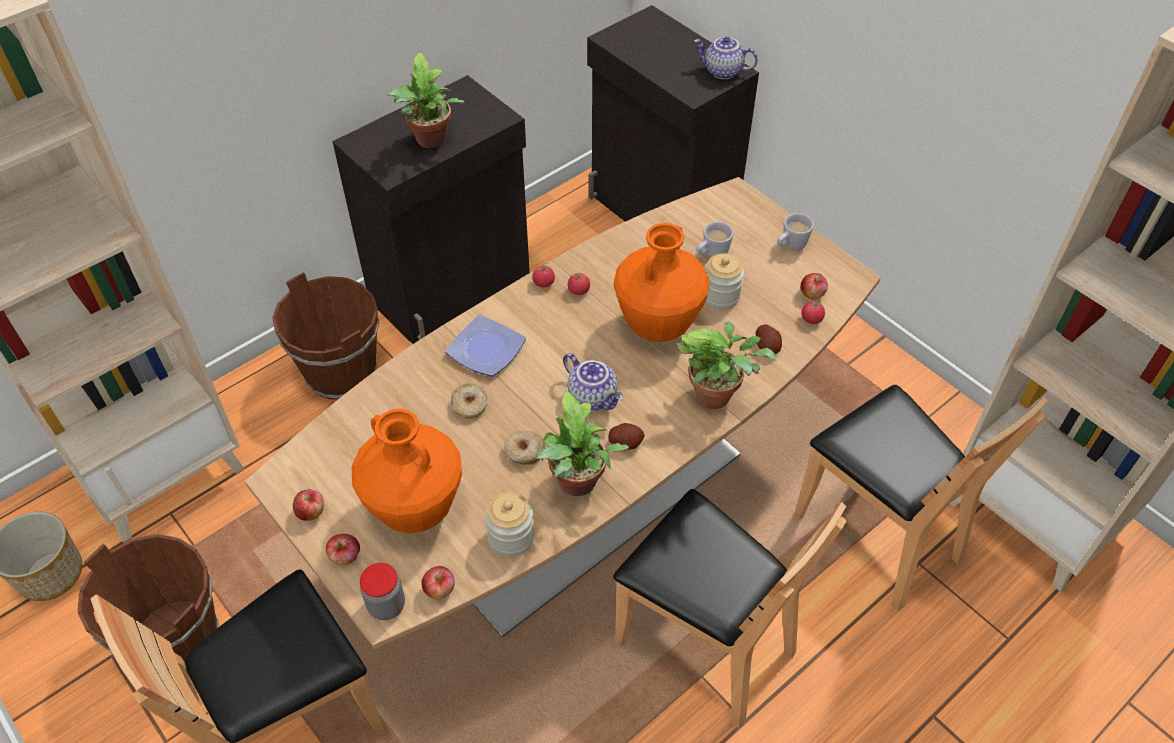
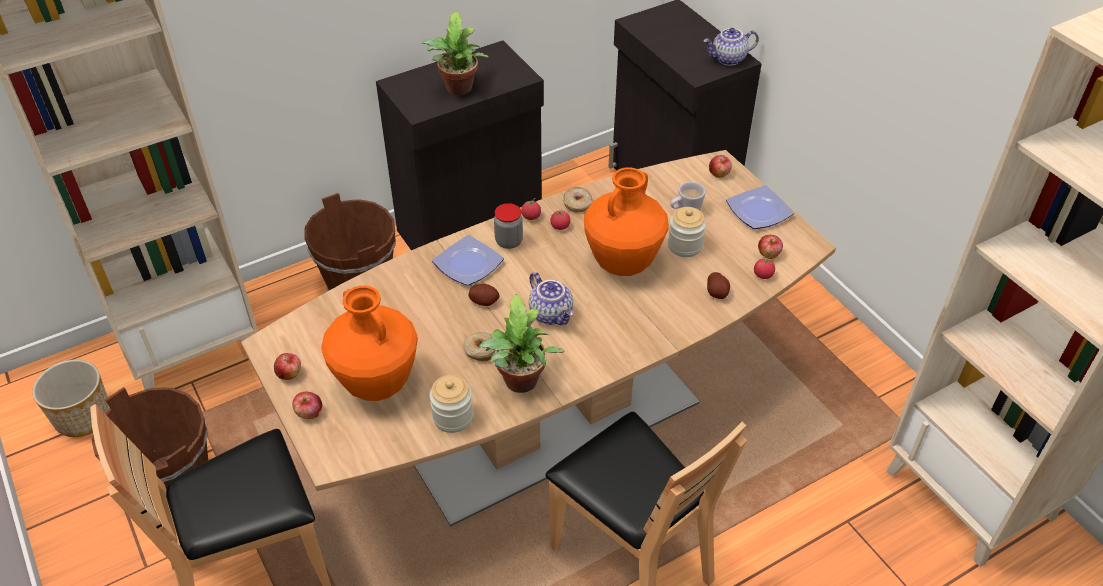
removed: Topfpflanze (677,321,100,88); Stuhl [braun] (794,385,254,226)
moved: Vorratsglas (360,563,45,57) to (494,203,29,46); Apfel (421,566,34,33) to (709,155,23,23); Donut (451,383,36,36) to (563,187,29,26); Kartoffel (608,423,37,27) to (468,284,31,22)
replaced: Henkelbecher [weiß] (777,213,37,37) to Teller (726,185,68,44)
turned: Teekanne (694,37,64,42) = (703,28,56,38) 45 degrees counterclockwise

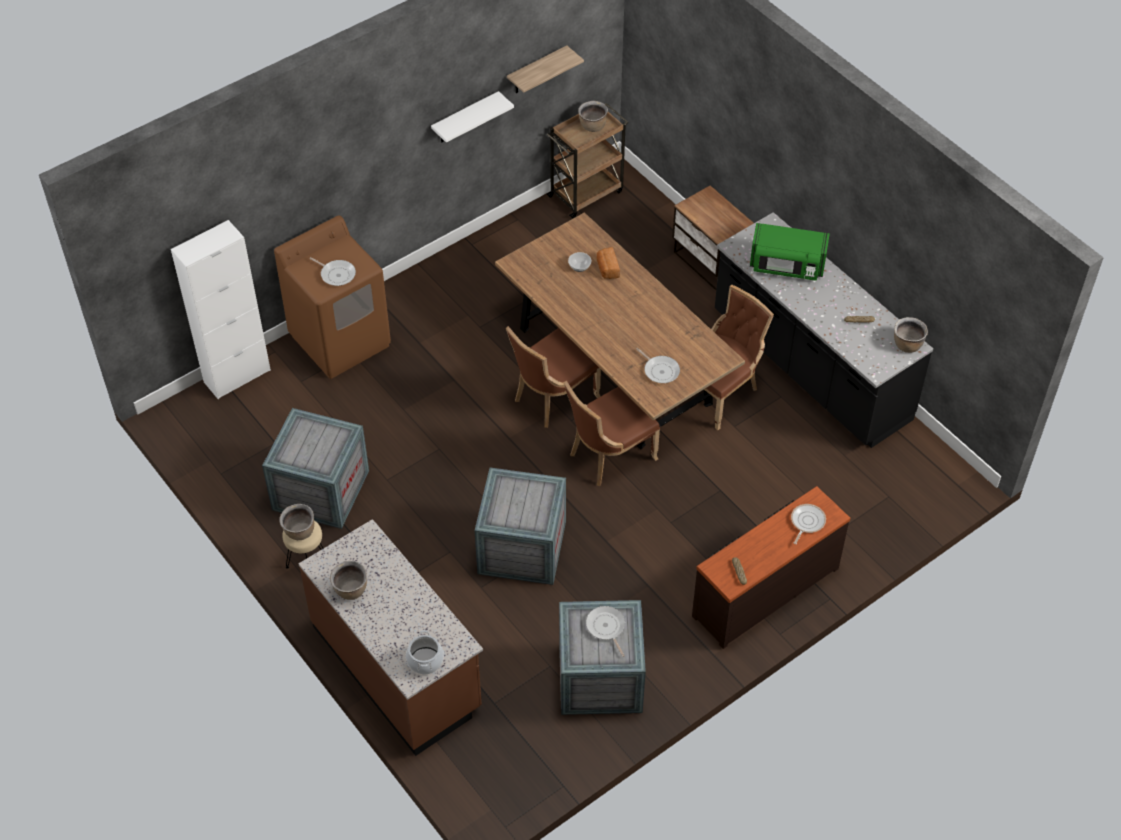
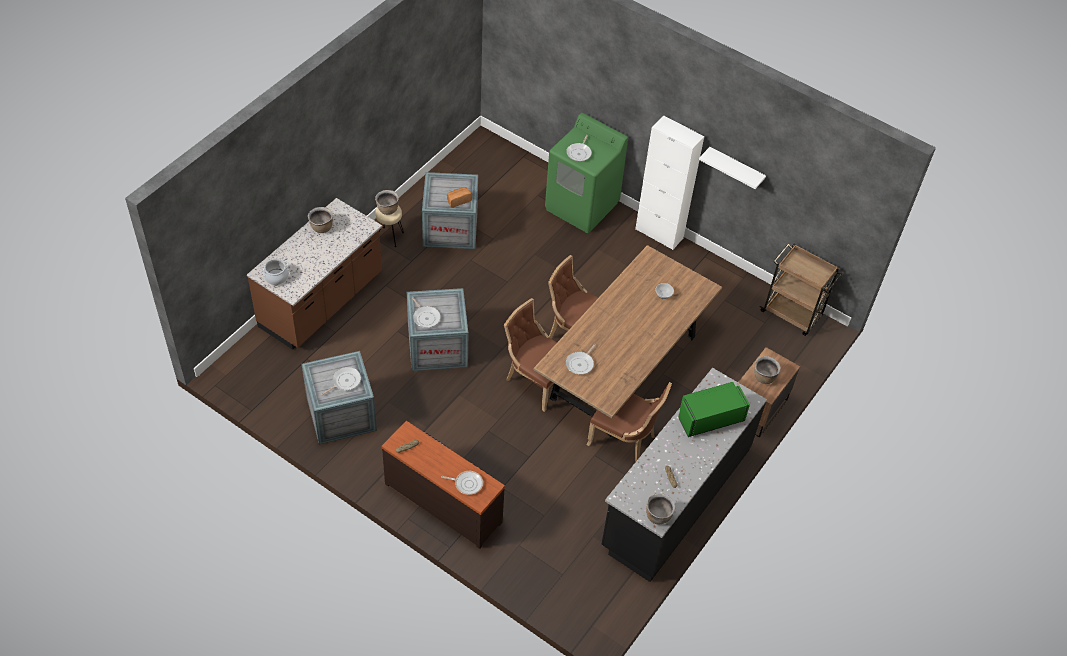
removed: Wandregal (507,45,77,48)
added: Pfanne (412,297,29,31)
moved: Schrank [weiß] (171,220,100,179) to (635,115,69,135); Kochtopf [braun] (578,101,30,31) to (754,356,27,28); Brot (597,247,23,32) to (447,187,25,21)
recoloured: Waschmaschine [braun] (274,215,117,164) to Waschmaschine [grün] (545,113,83,120)
turned: Mikrowelle [grün] (750,223,80,58) = (678,382,72,55) 75 degrees clockwise

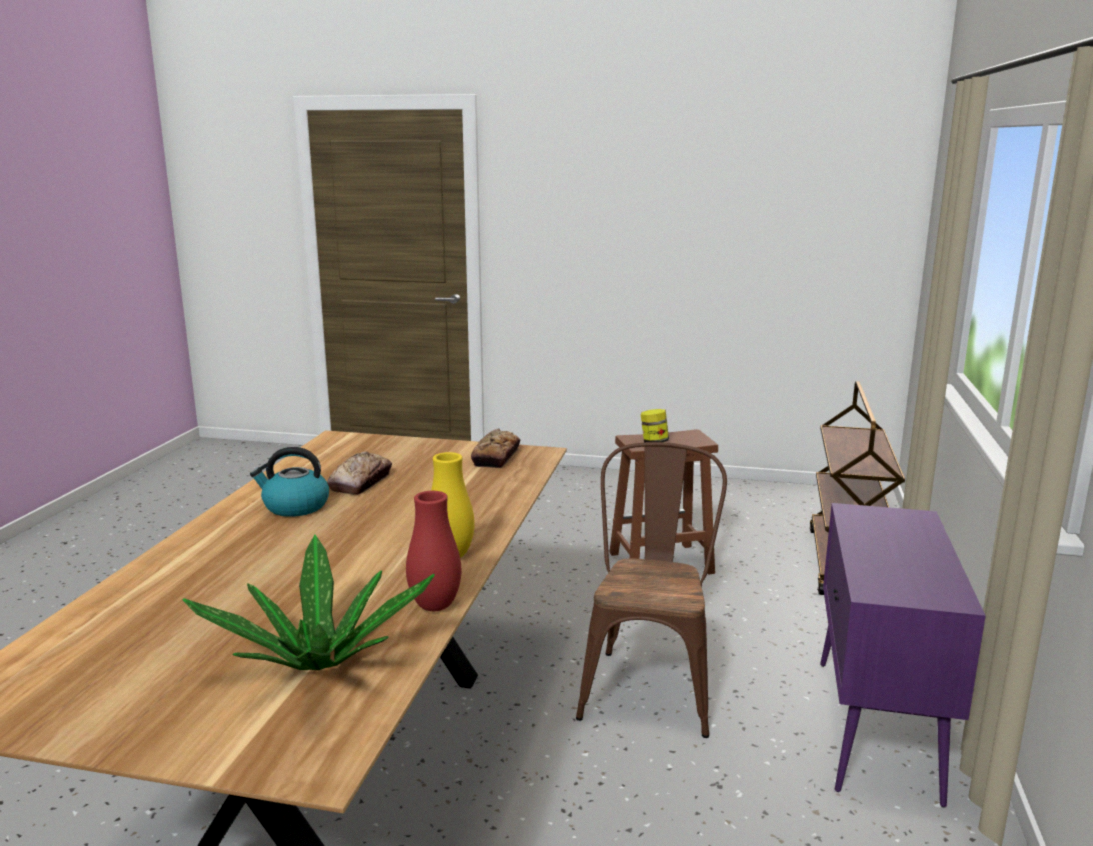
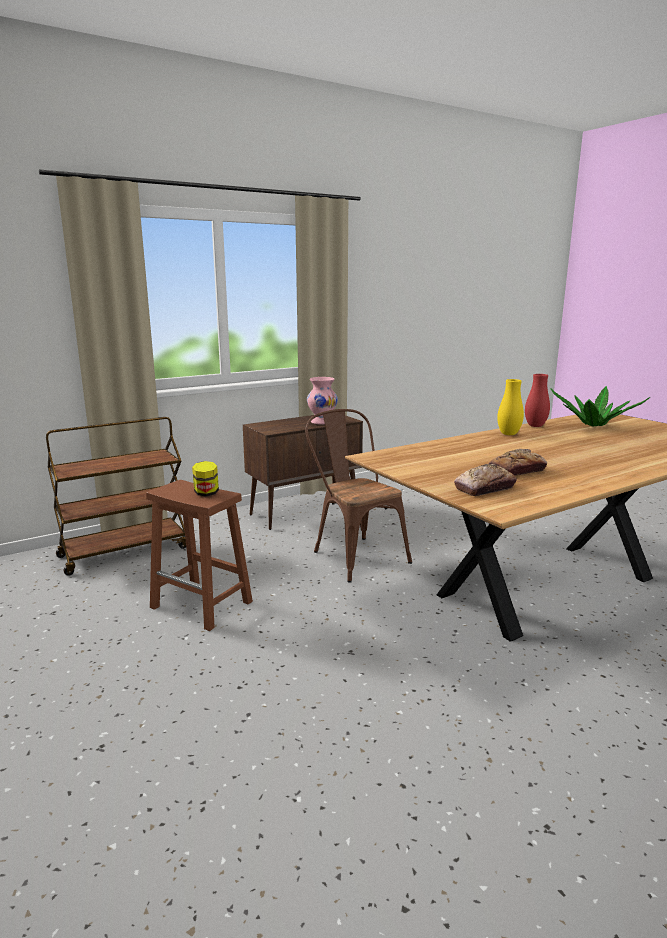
removed: Wasserkessel (250,447,79,70)
added: Vase [rosa] (307,377,31,48)
moved: Brot (471,428,49,40) to (454,464,63,32)
recoloured: Schrank [lila] (820,503,166,304) to Schrank [braun] (243,415,120,115)
turned: Stuhl [braun] (576,442,151,296) = (305,409,107,174) 90 degrees clockwise

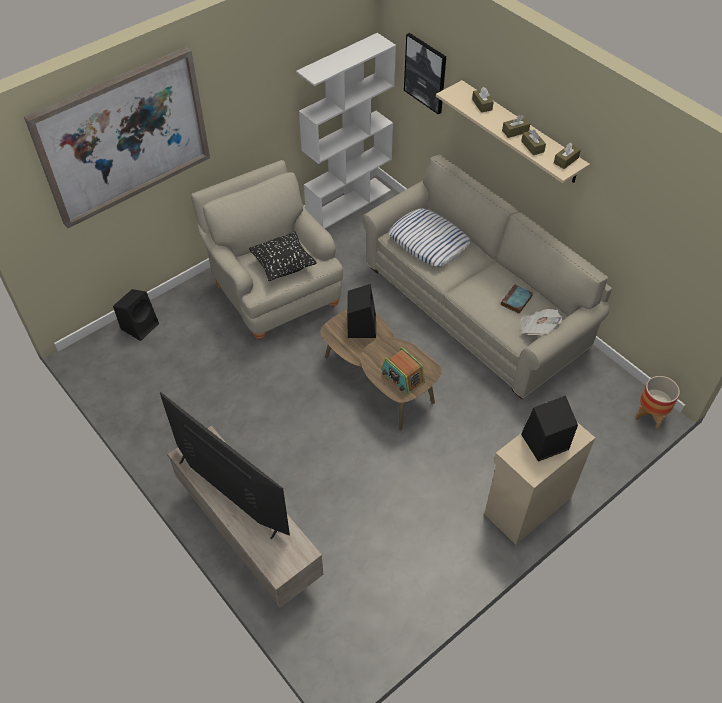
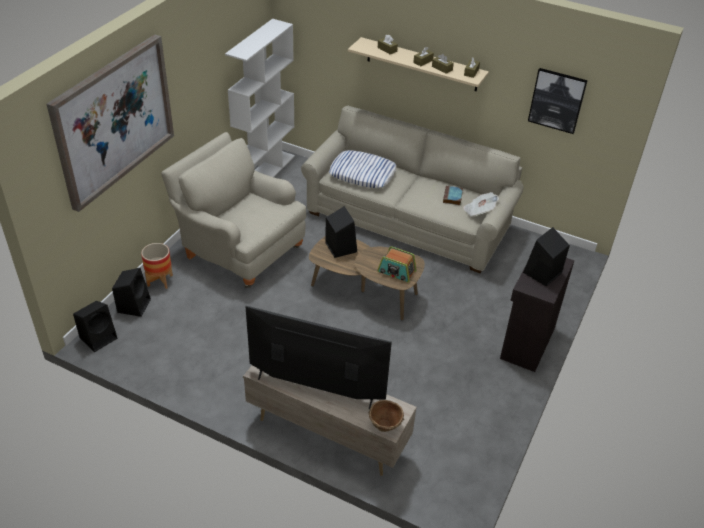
removed: Kissen [schwarz] (249,231,68,50)
added: Lautsprecher [schwarz] (73,301,44,51); Schüssel [braun] (368,400,36,32)
moved: Bild (404,33,42,82) to (528,68,60,66); Pflanzkübel (635,376,45,53) to (141,243,32,46)
recoloured: Schrank [beige] (484,422,111,123) to Schrank [schwarz] (500,258,75,114)

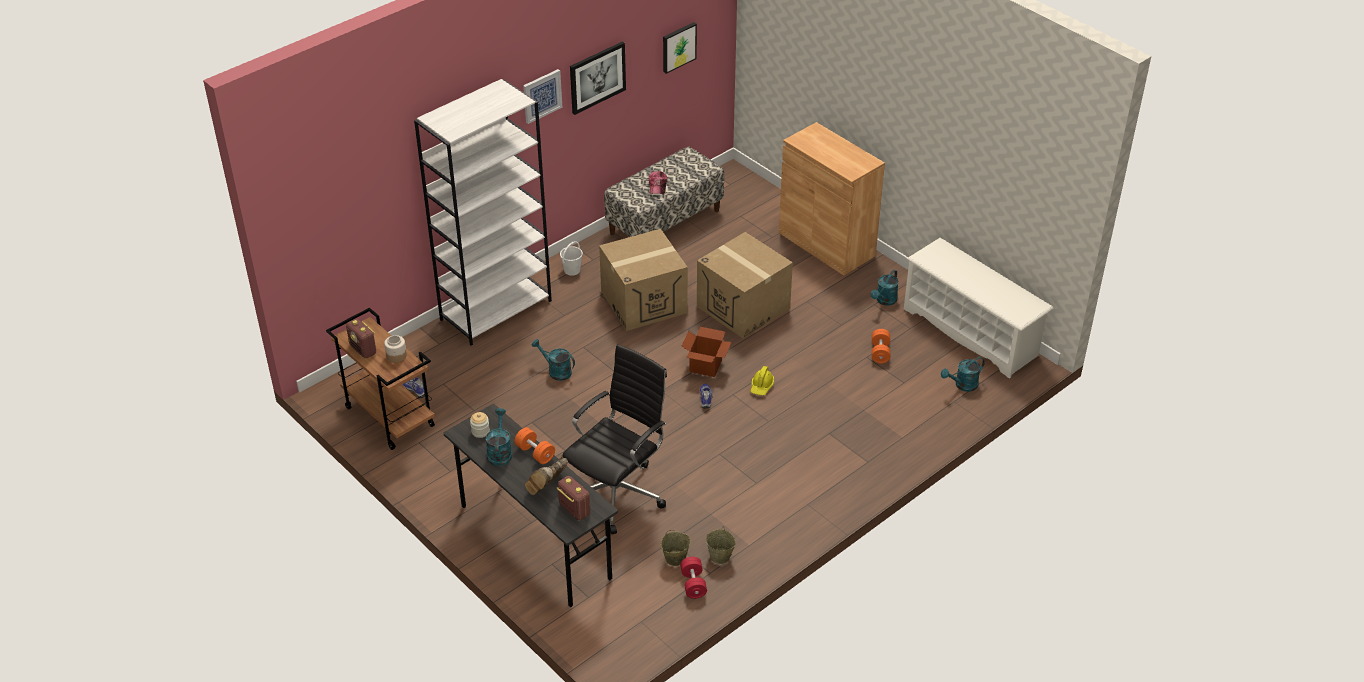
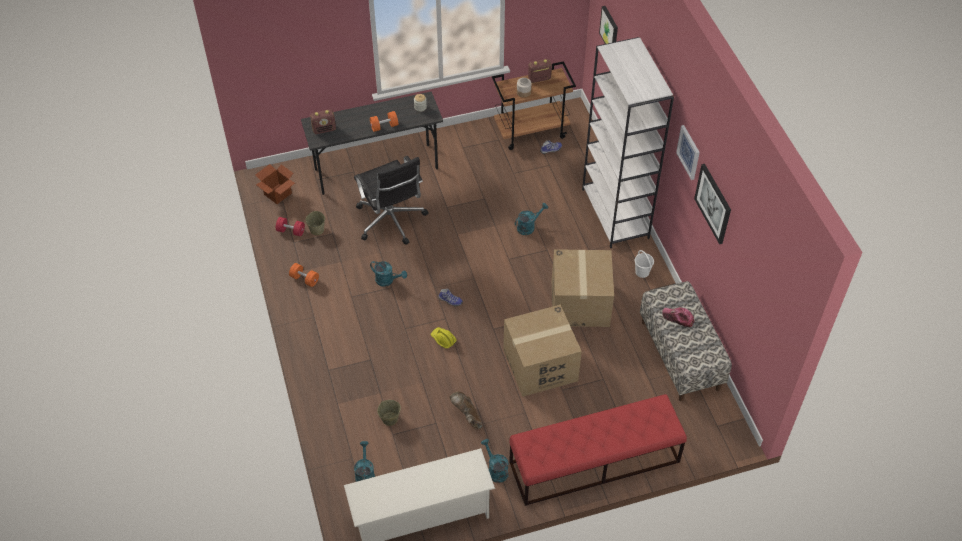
moved: Gießkanne [türkis] (486,408,26,58) to (370,261,37,26); Stiefel [braun] (525,455,43,40) to (450,391,33,38); Bild (663,22,34,52) to (599,6,19,38); Karton (682,327,49,50) to (255,164,40,40); Eimer [beige] (706,526,30,38) to (377,400,24,26); Hantel [orange] (872,329,18,35) to (289,263,30,24)
replaced: Schrank [braun] (779,122,106,154) to Bank [rot] (509,394,178,112)

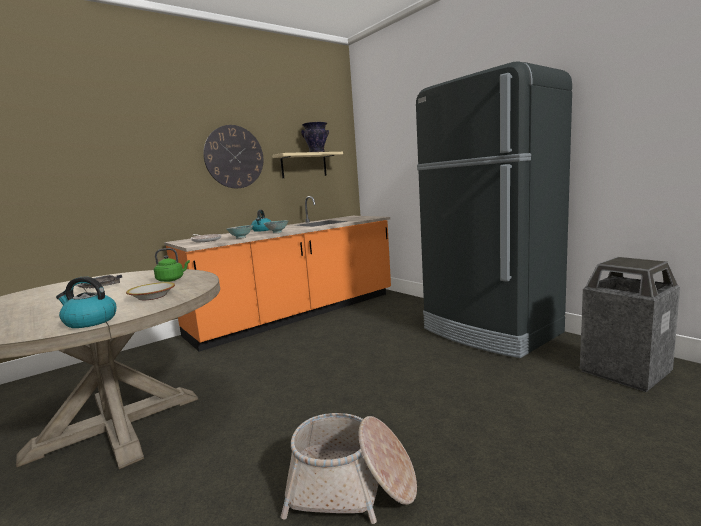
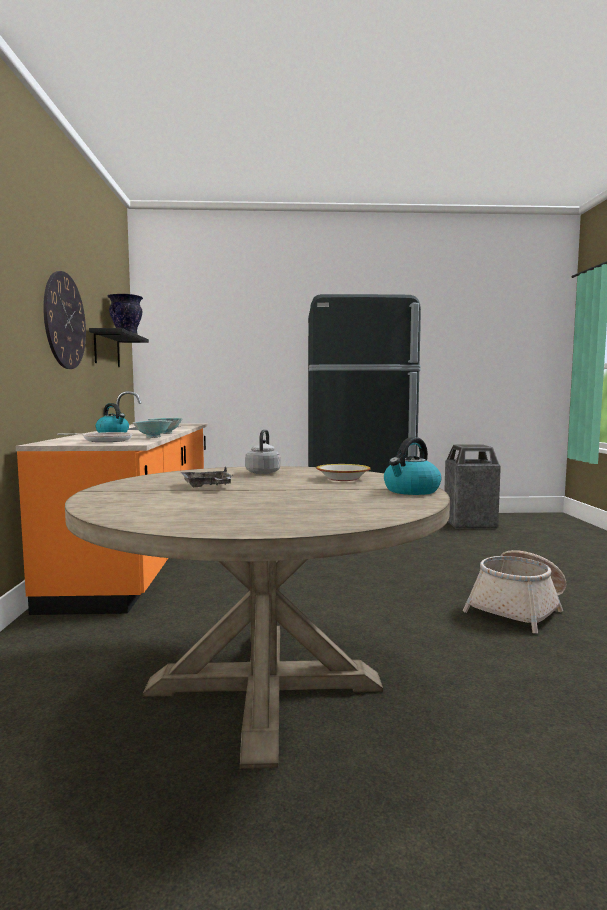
recoloured: Wasserkessel [grün] (154,248,36,34) to Wasserkessel [grau] (245,429,36,45); Wandregal [beige] (272,152,71,26) to Wandregal [schwarz] (89,328,60,39)

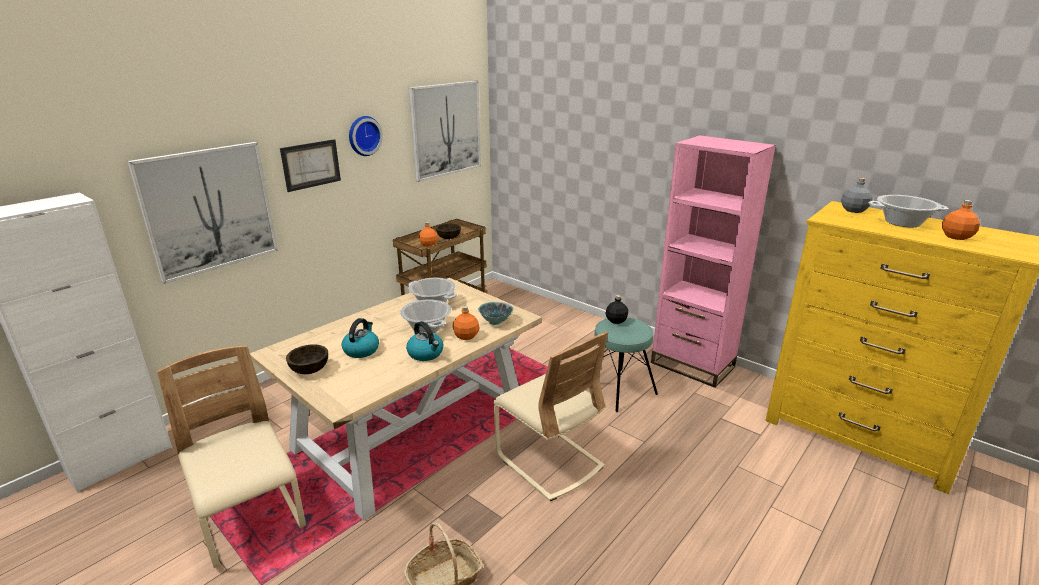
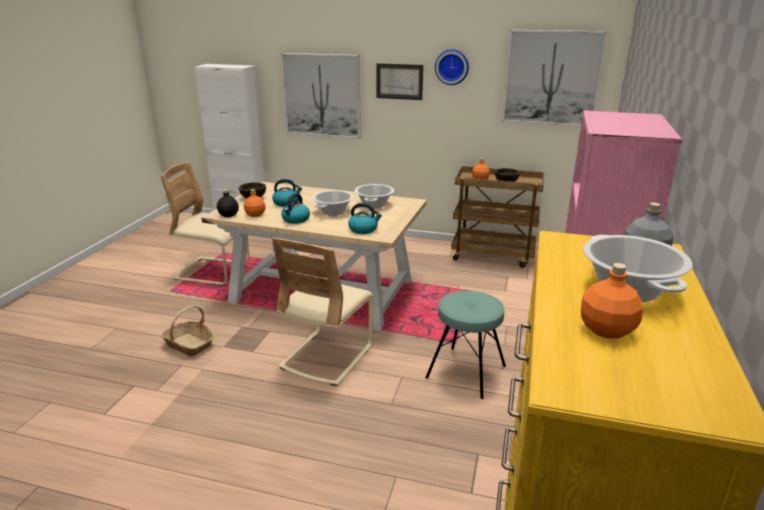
moved: Flasche [orange] (453,306,26,34) to (244,189,21,28); Flasche [schwarz] (606,295,22,29) to (217,189,22,28)
replaced: Schüssel (478,302,36,23) to Wasserkessel (348,203,34,31)
turned: Stuhl [beige] (157,345,149,223) = (161,162,89,123) 105 degrees counterclockwise

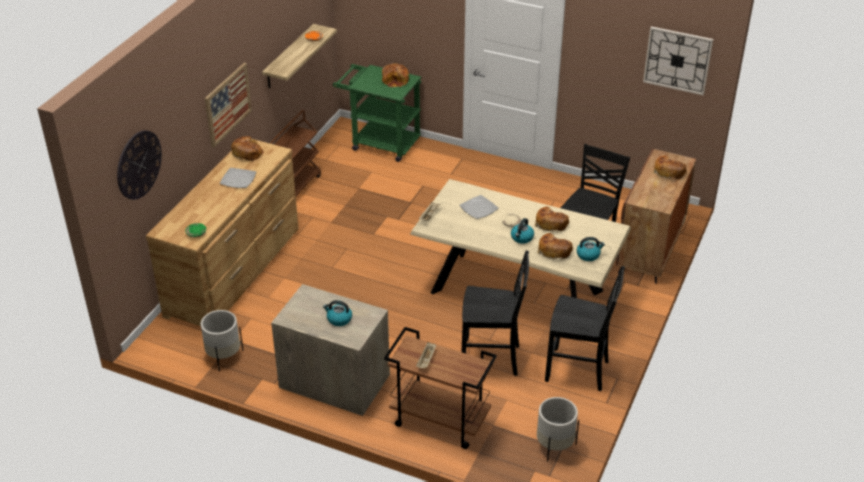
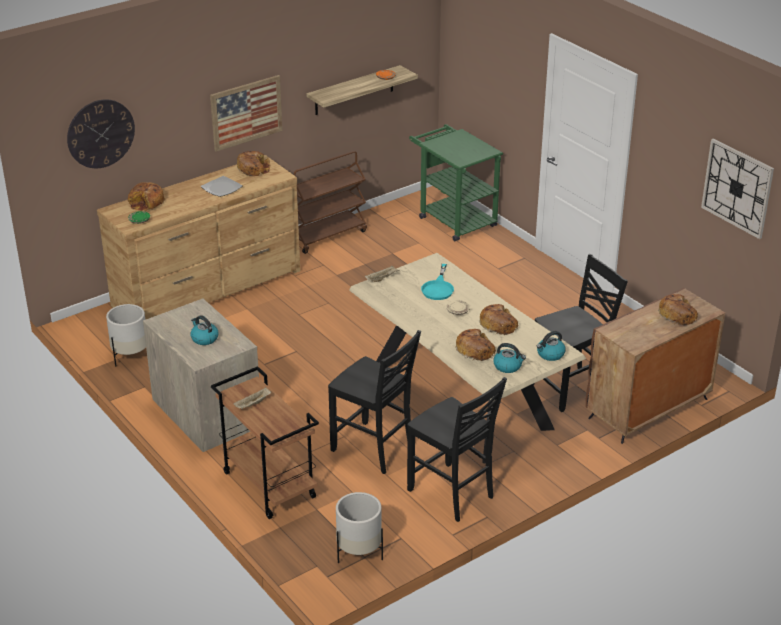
moved: Brot (382,63,27,24) to (128,182,37,29); Wasserkessel (511,218,23,26) to (537,331,29,30)
replaced: Teller (459,195,40,24) to Pfanne [türkis] (421,264,33,36)

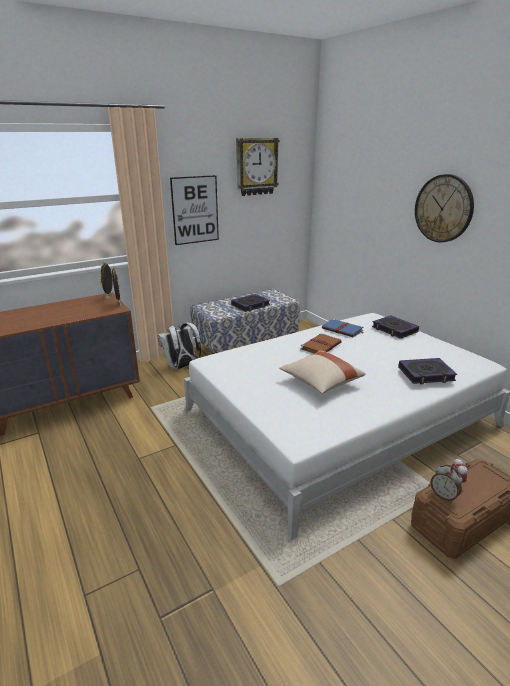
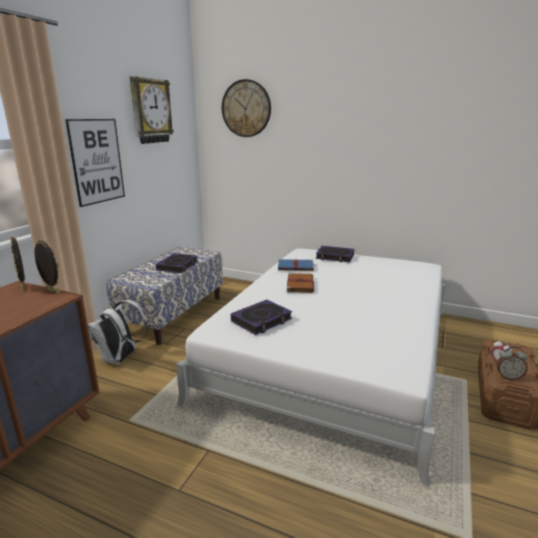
removed: Kissen [beige] (279,351,86,43)
moved: Buch (398,358,59,26) to (231,300,61,35); Wanduhr (415,174,59,68) to (222,79,49,58)

